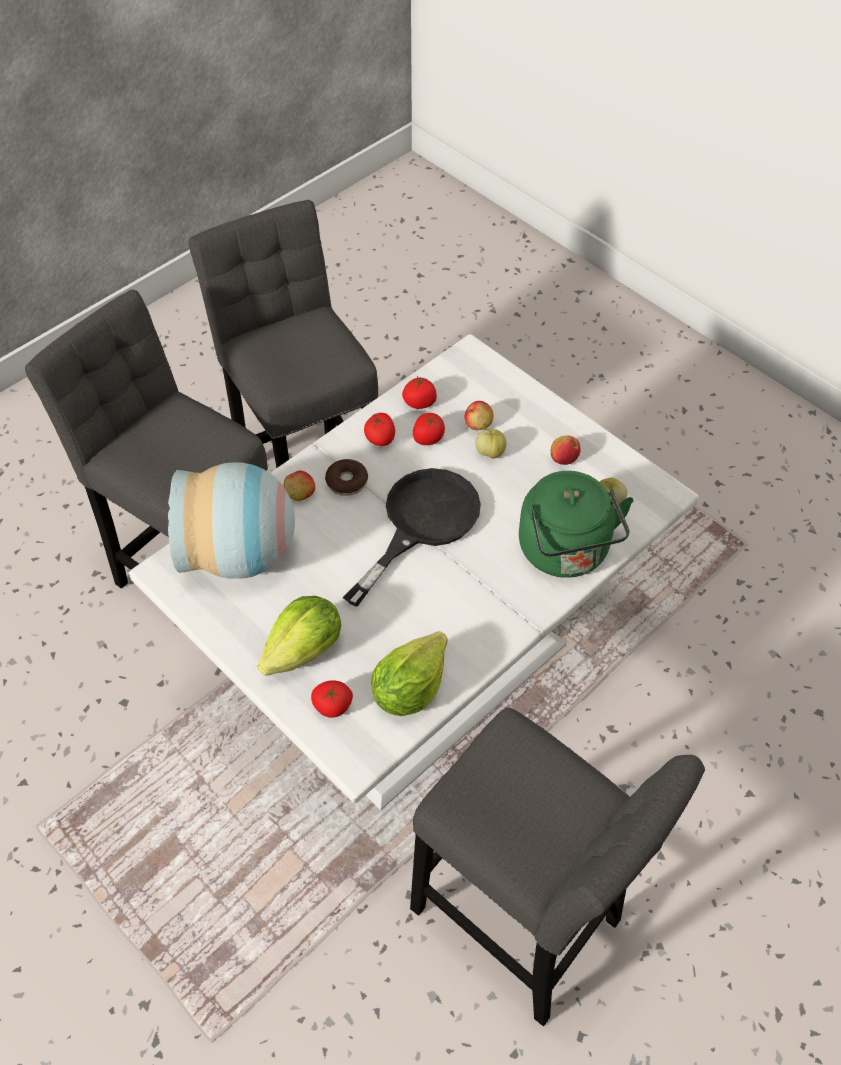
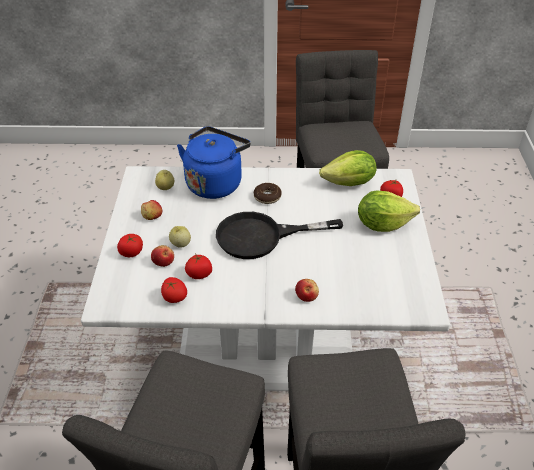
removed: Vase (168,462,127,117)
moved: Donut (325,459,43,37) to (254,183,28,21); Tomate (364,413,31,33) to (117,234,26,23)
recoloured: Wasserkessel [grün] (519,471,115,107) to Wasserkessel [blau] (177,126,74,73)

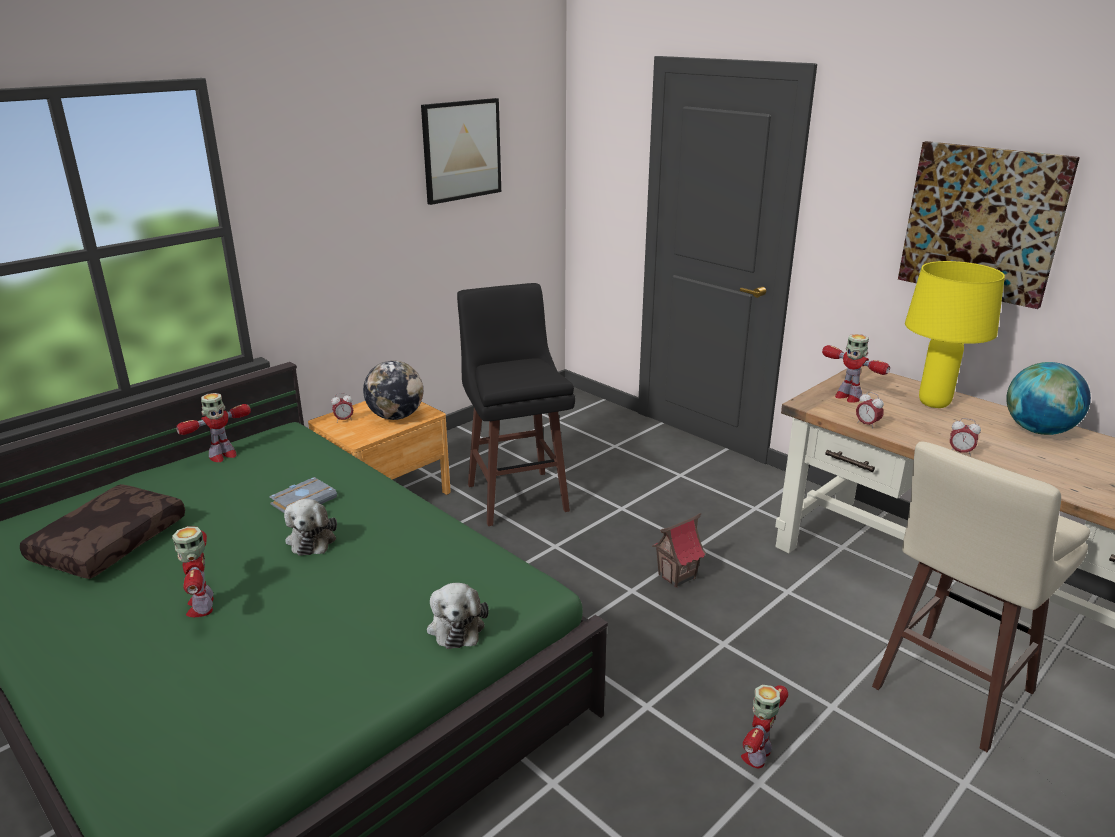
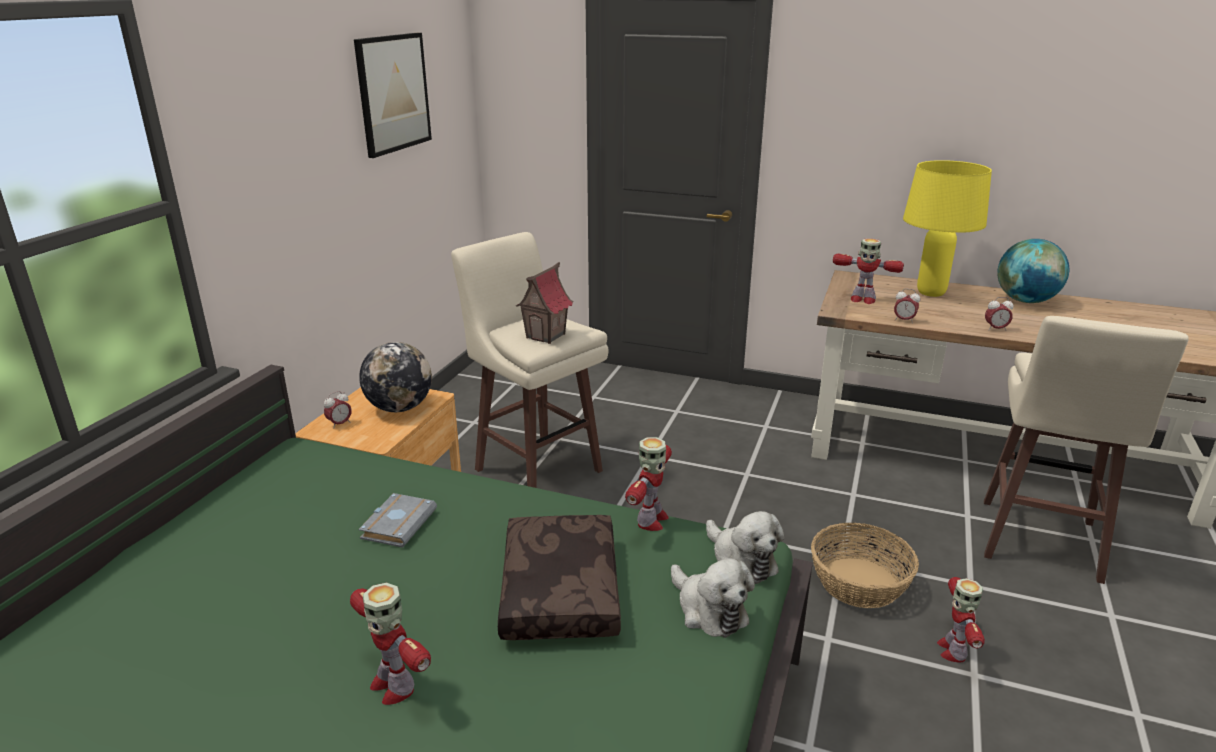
removed: Bild (898,141,182,168)
added: Korb (811,523,108,85)
moved: Kissen [braun] (20,484,165,95) to (498,515,123,125); Spielzeugroboter (176,393,75,69) to (625,437,47,94); Plüschtier (284,499,53,57) to (706,511,78,73); Spielzeughaus (652,513,54,74) to (516,262,57,82)
recoloured: Hocker [schwarz] (457,283,118,243) to Hocker [beige] (451,232,158,256)

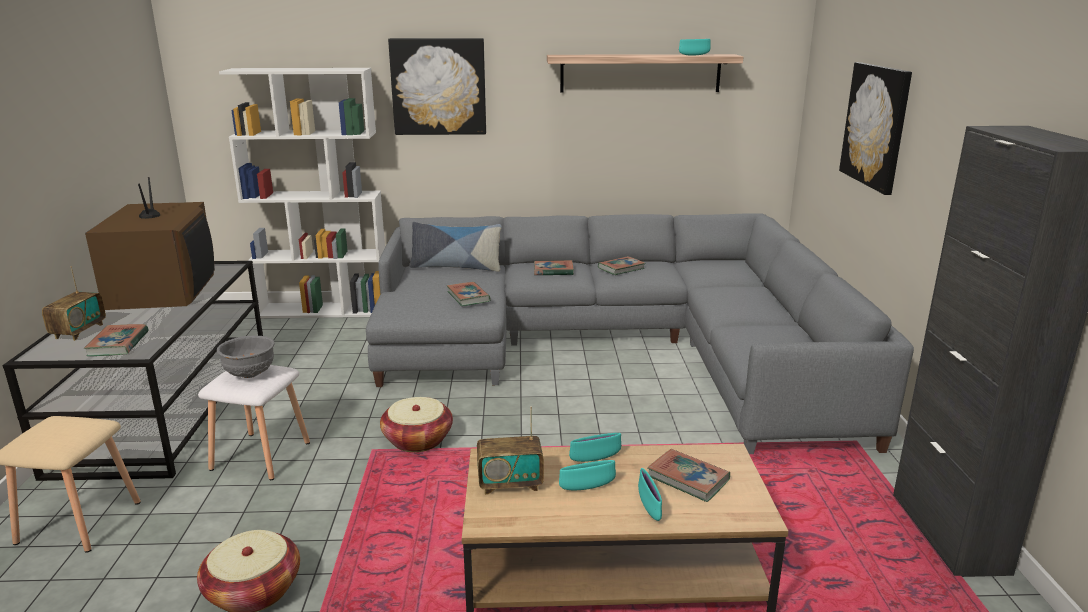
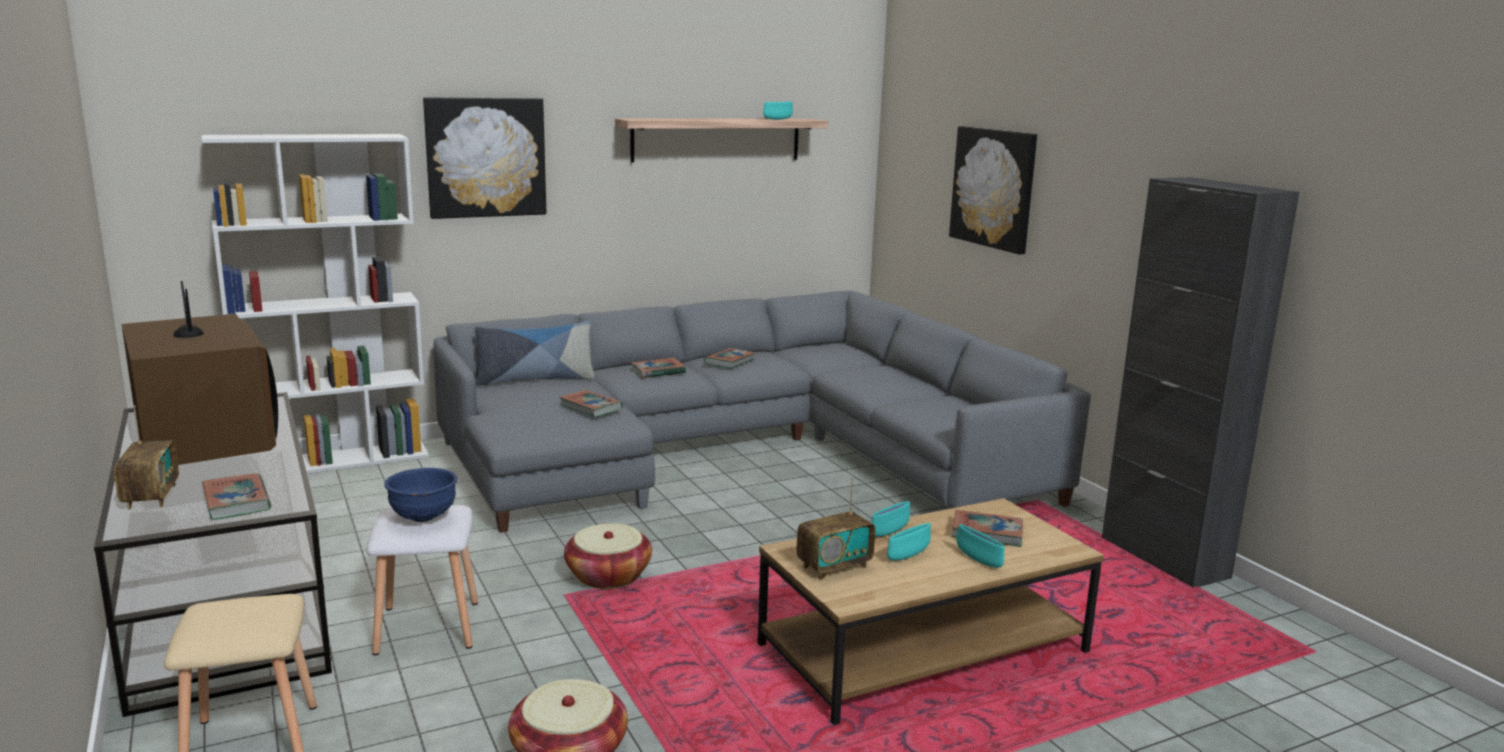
recoloured: Schüssel [grau] (217,336,57,42) to Schüssel [blau] (384,468,73,54)

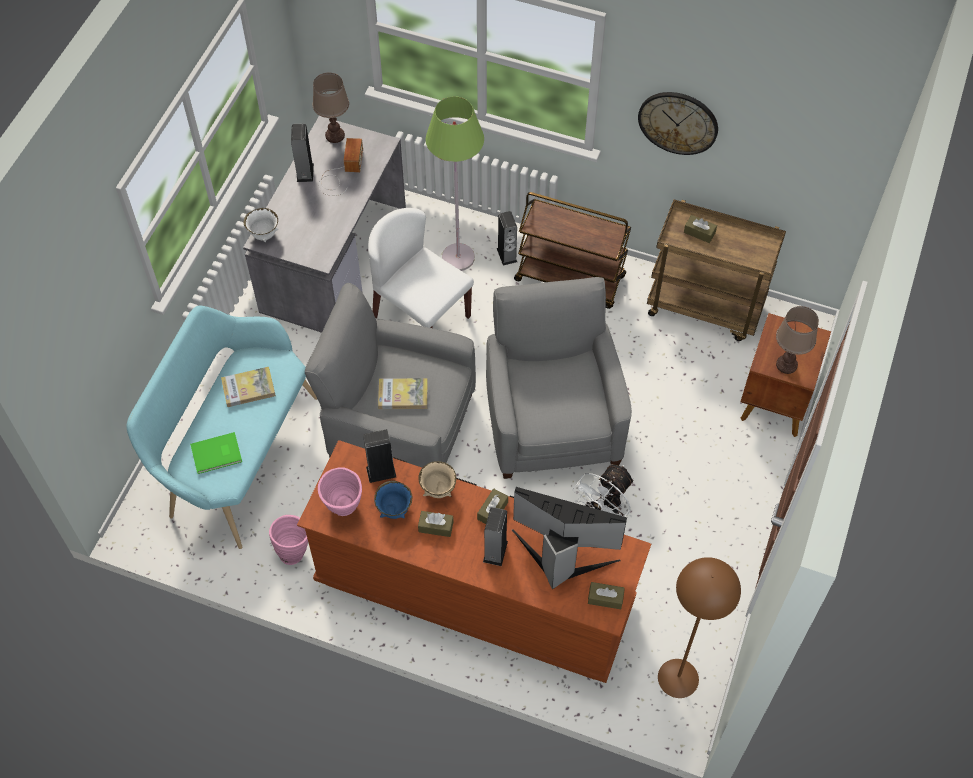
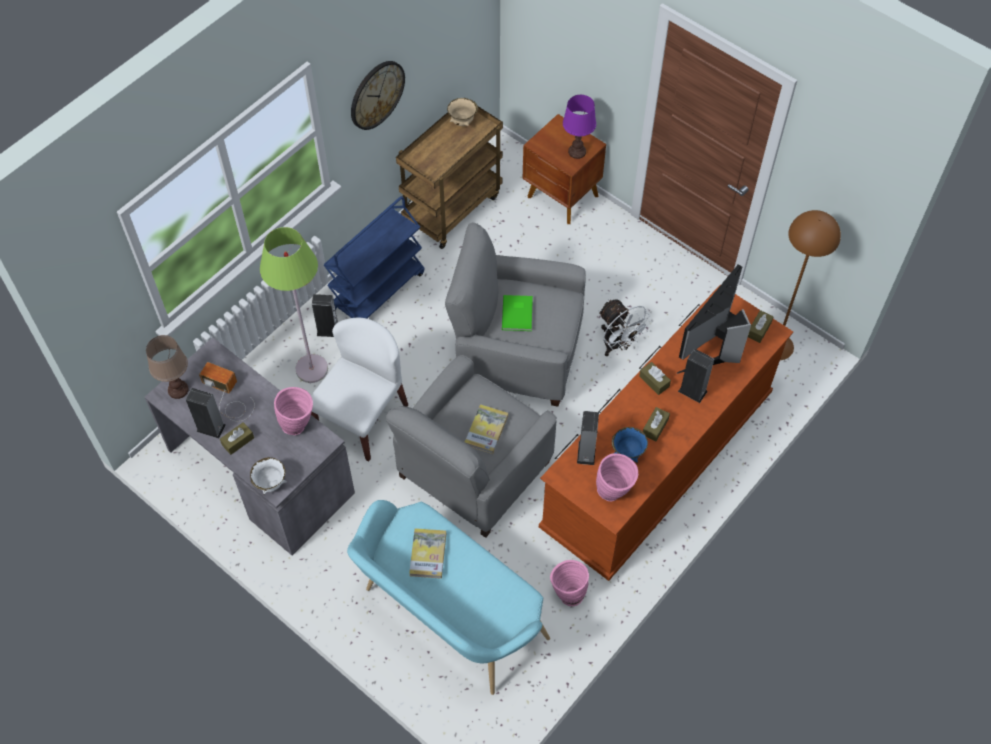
added: Vase [rosa] (274,387,39,48)
moved: Buch [grün] (190,432,52,42) to (502,295,31,36); Schüssel [beige] (418,461,38,37) to (447,98,31,28); Taschentuchbox [braun] (684,215,33,28) to (220,422,34,33)
recoloured: Rollwagen [braun] (514,192,117,117) to Rollwagen [blau] (324,196,101,123); Tischlampe [braun] (776,306,43,68) to Tischlampe [lila] (563,95,33,64)
turned: Stuhl [weiß] (368,208,106,120) = (311,318,97,143) 150 degrees clockwise

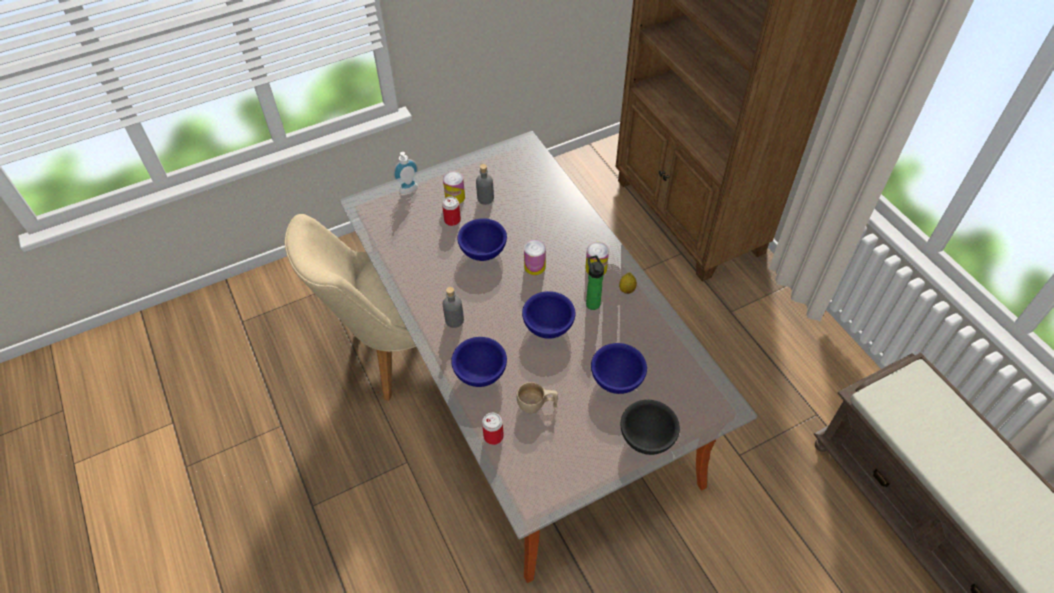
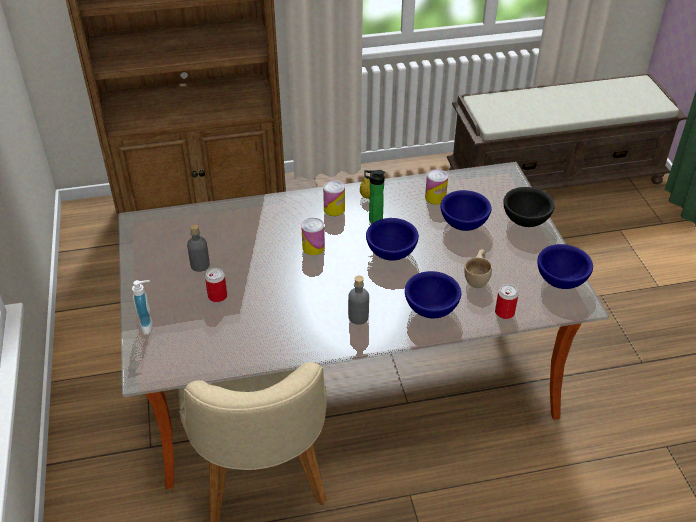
moved: Dose (443,171,22,33) to (425,169,23,36); Schüssel [blau] (457,218,50,43) to (538,244,55,45)

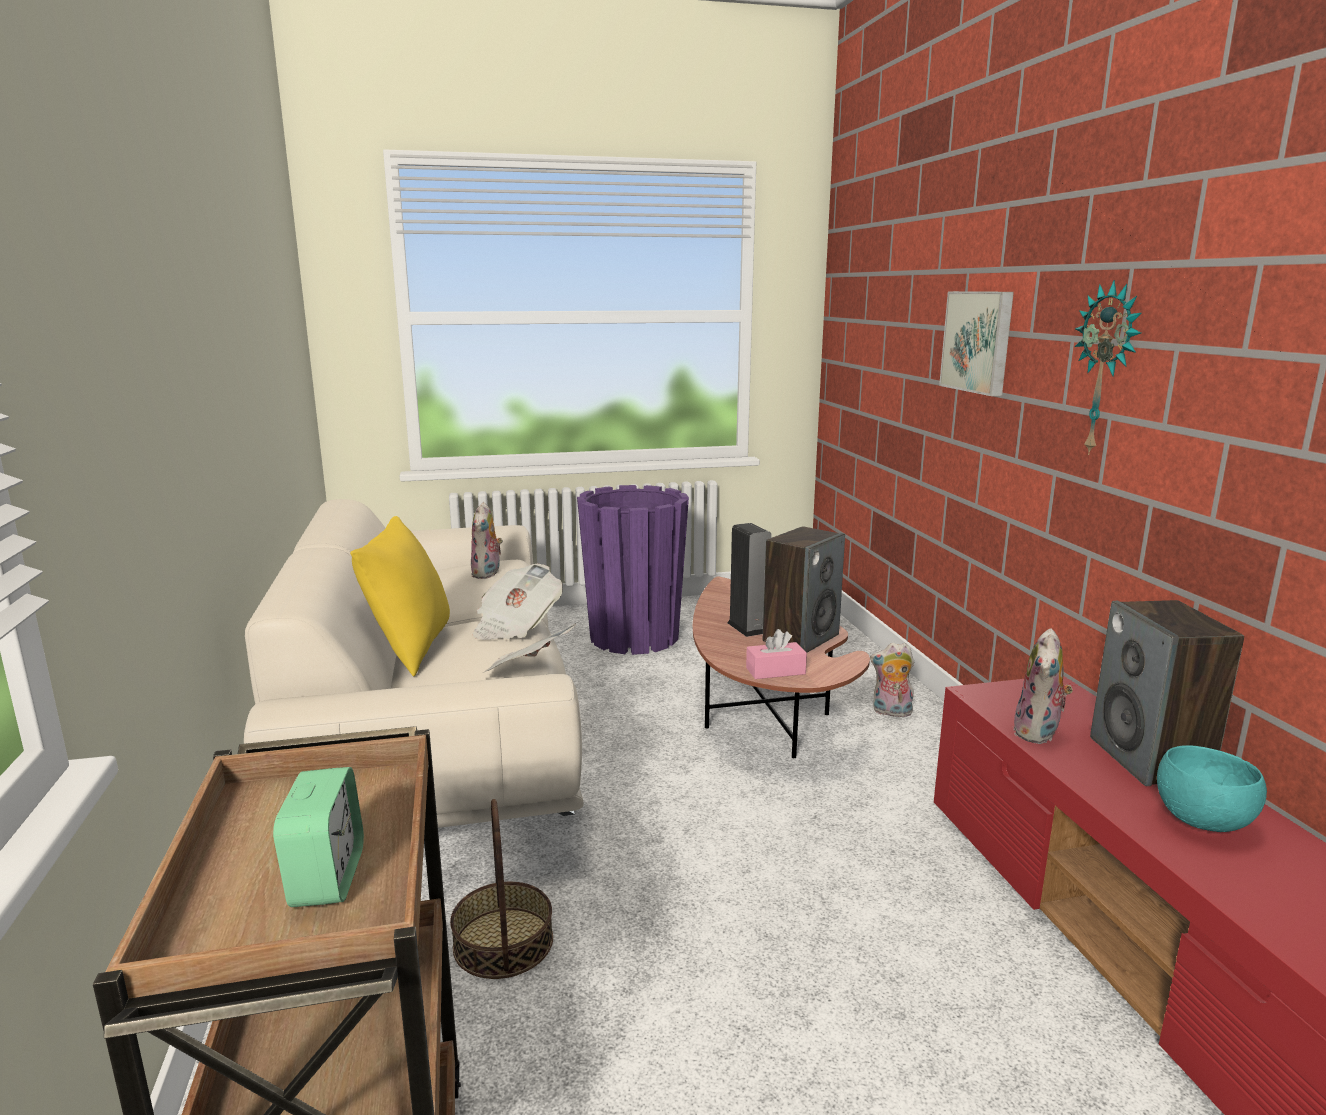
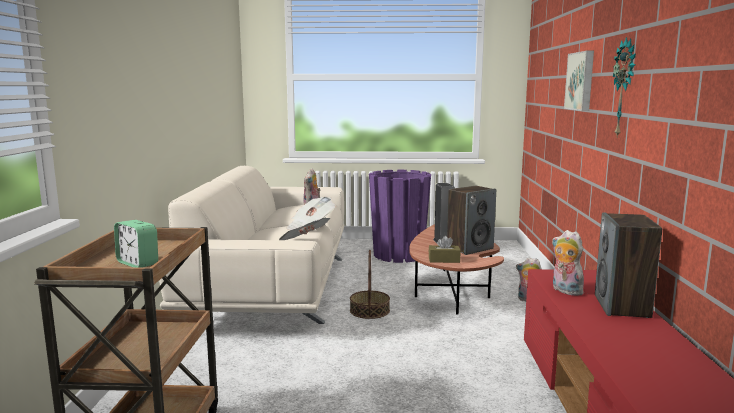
removed: Kissen [gelb] (350,516,100,160); Schüssel [türkis] (1157,745,110,87)
moved: Korb (450,799,103,180) to (350,250,40,69)
recoloured: Taschentuchbox [rosa] (746,629,61,50) to Taschentuchbox [braun] (429,236,32,27)
turned: Wecker (273,767,91,140) = (114,220,44,47) 120 degrees clockwise; Plüschtier (1013,628,60,116) = (552,230,32,66) 105 degrees clockwise

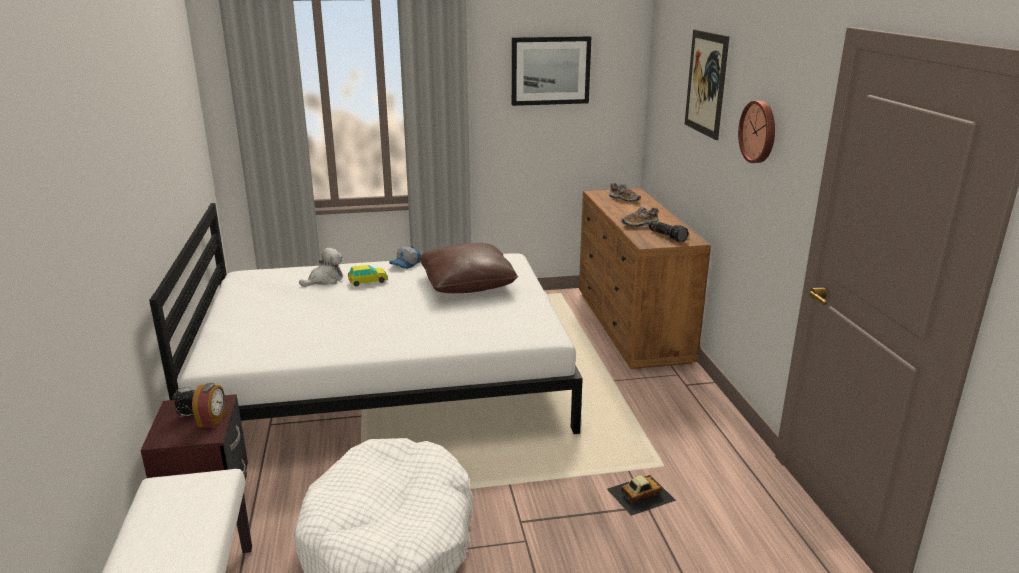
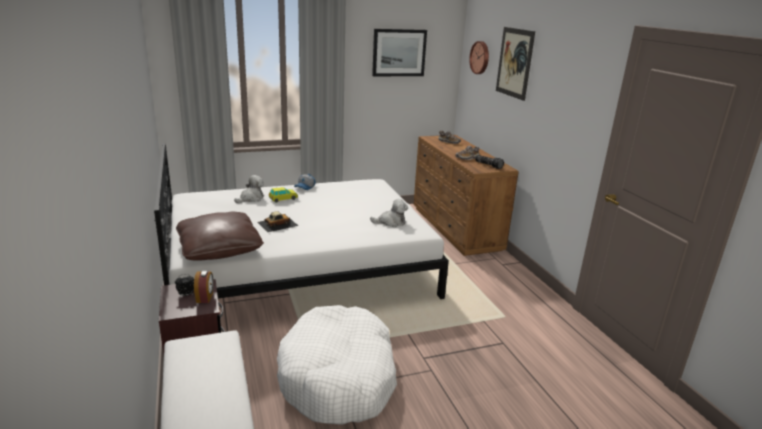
added: Plüschtier (370,199,38,28)
moved: Kissen [braun] (420,243,98,50) to (176,212,88,48); Spielzeugauto (607,475,69,41) to (257,211,41,21); Wanduhr (738,101,37,62) to (469,41,20,33)

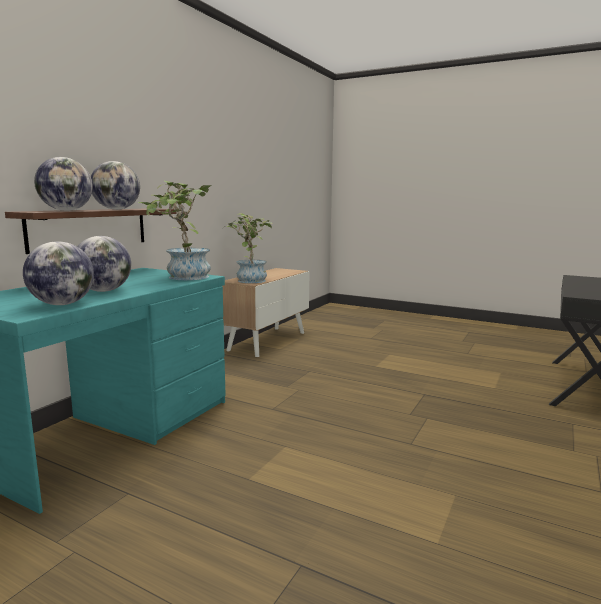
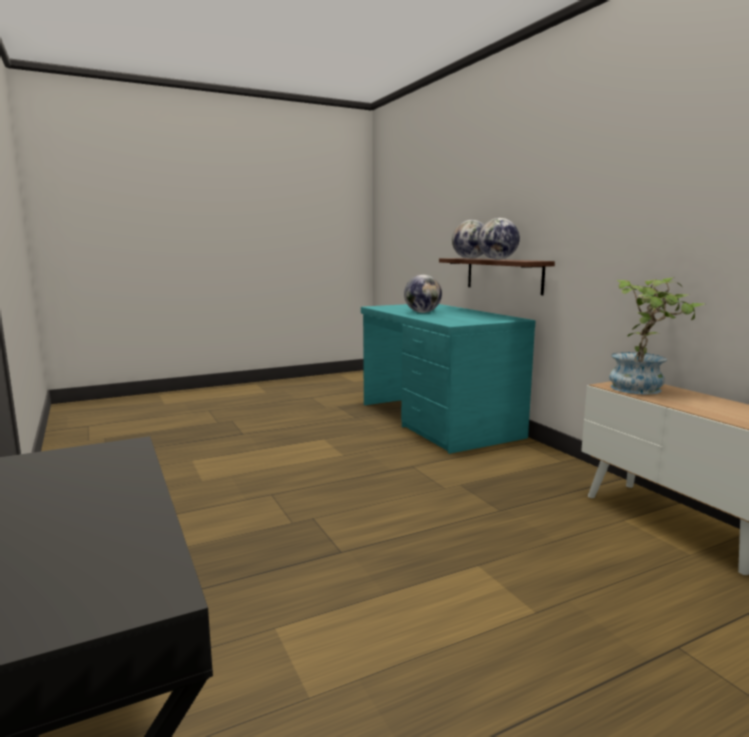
removed: Globus (23,241,71,64); Topfpflanze (138,181,74,99)

